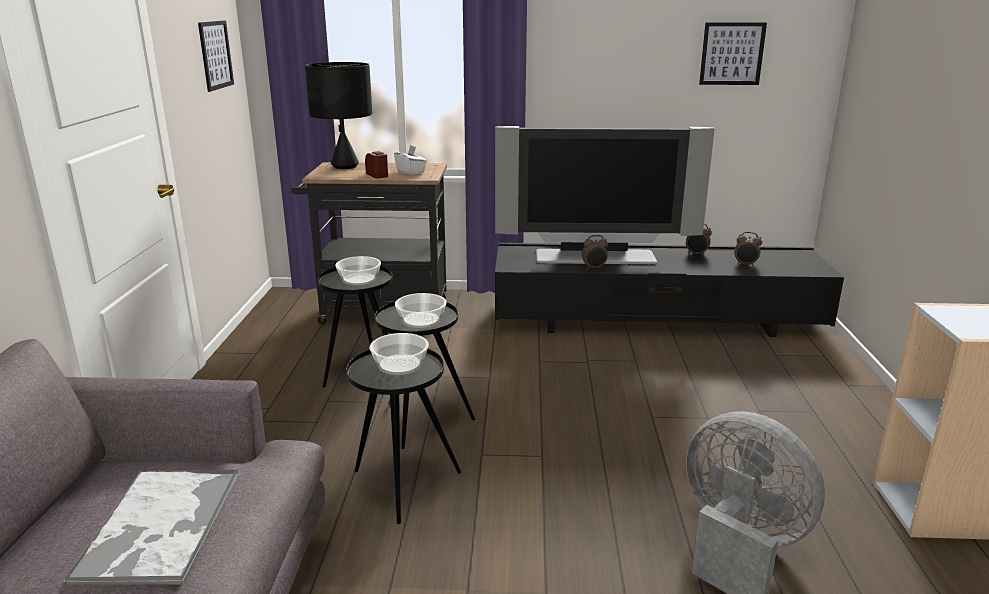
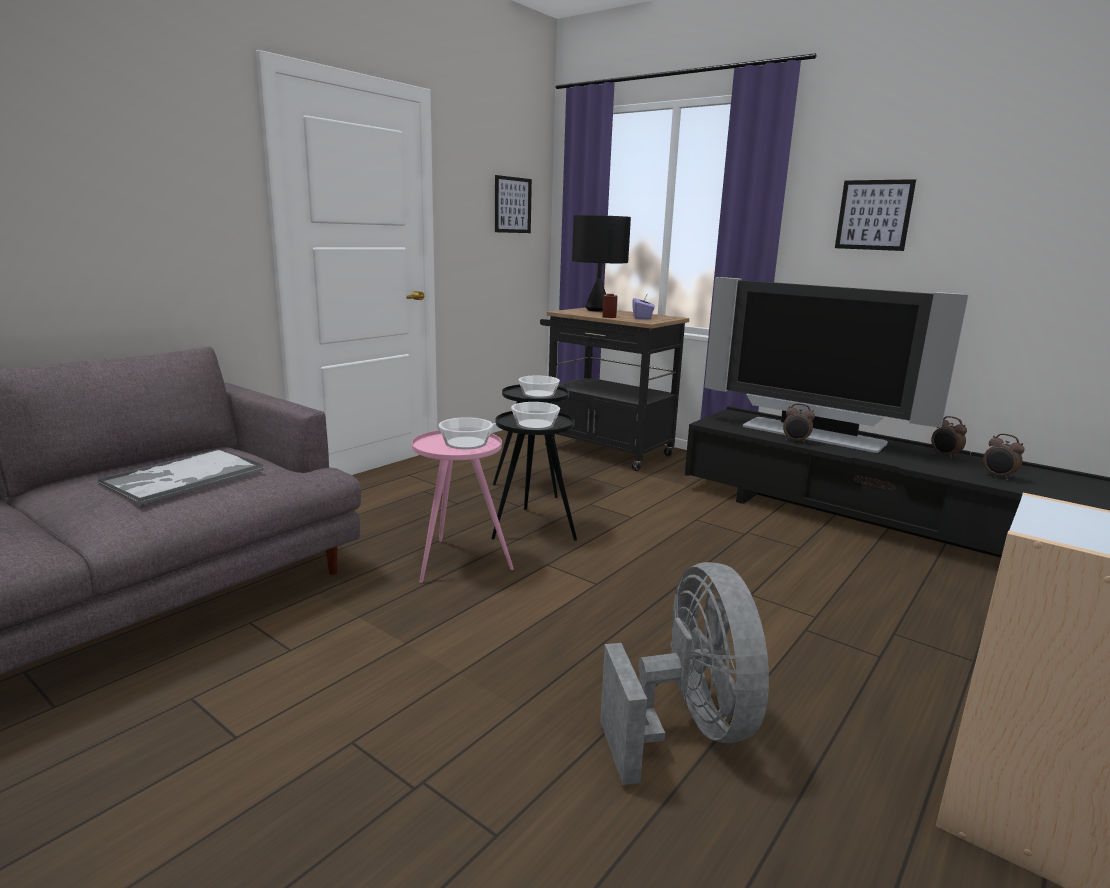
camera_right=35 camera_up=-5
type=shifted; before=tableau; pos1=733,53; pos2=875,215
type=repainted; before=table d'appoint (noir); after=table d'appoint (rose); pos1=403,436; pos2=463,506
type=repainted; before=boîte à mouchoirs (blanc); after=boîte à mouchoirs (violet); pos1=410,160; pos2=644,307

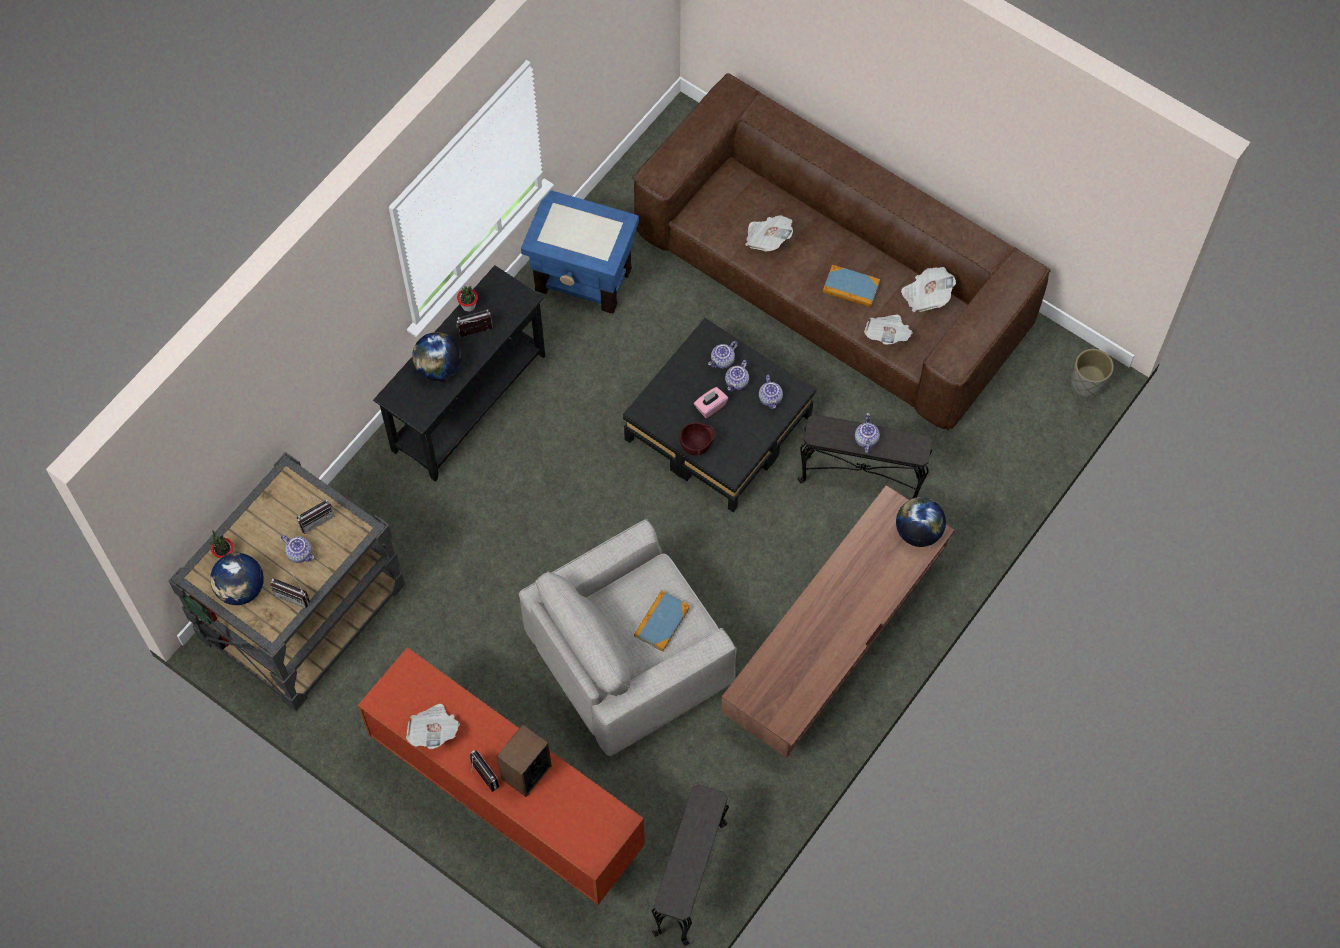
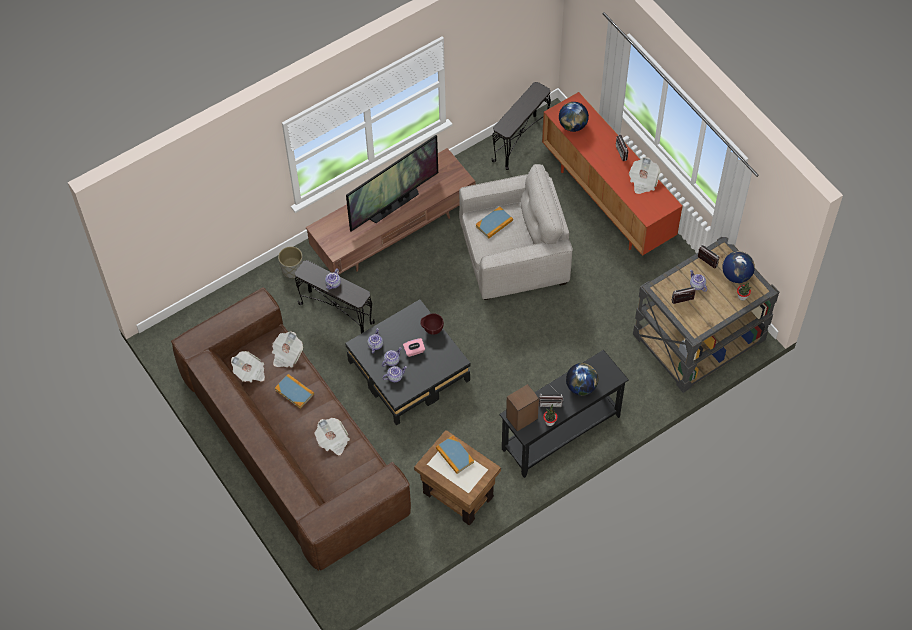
camera_right=-160 camera_up=-5
type=new; after=téléviseur; pos2=392,183
type=new; after=livre; pos2=455,454
type=shifted; before=enceinte; pos1=524,761; pos2=522,407
type=shifted; before=globe; pos1=921,522; pos2=574,117
type=shifted; before=cache-pot (gris); pos1=1093,373; pos2=290,262
type=repainted; before=table d'appoint (bleu); after=table d'appoint (marron); pos1=580,252; pos2=457,478

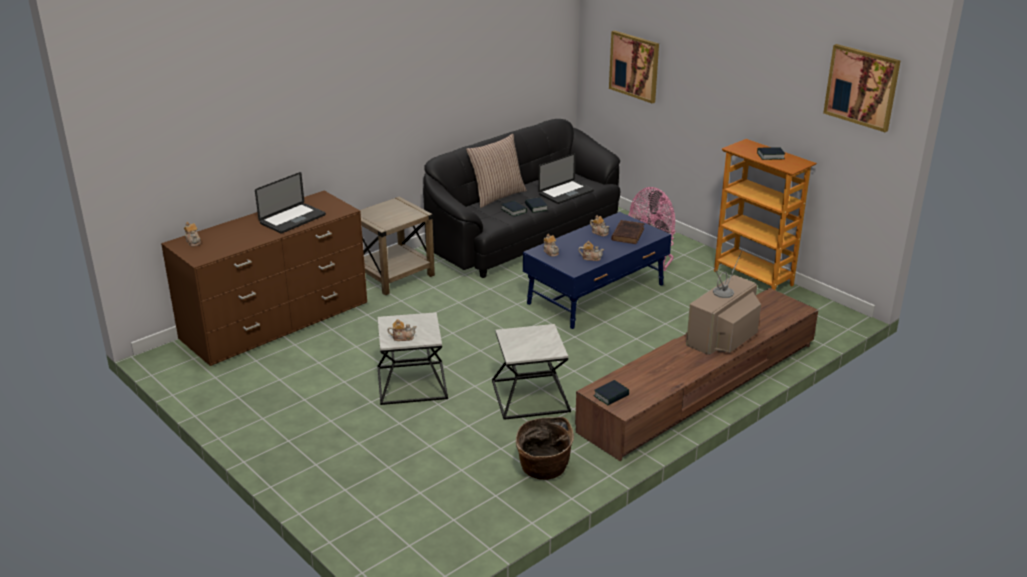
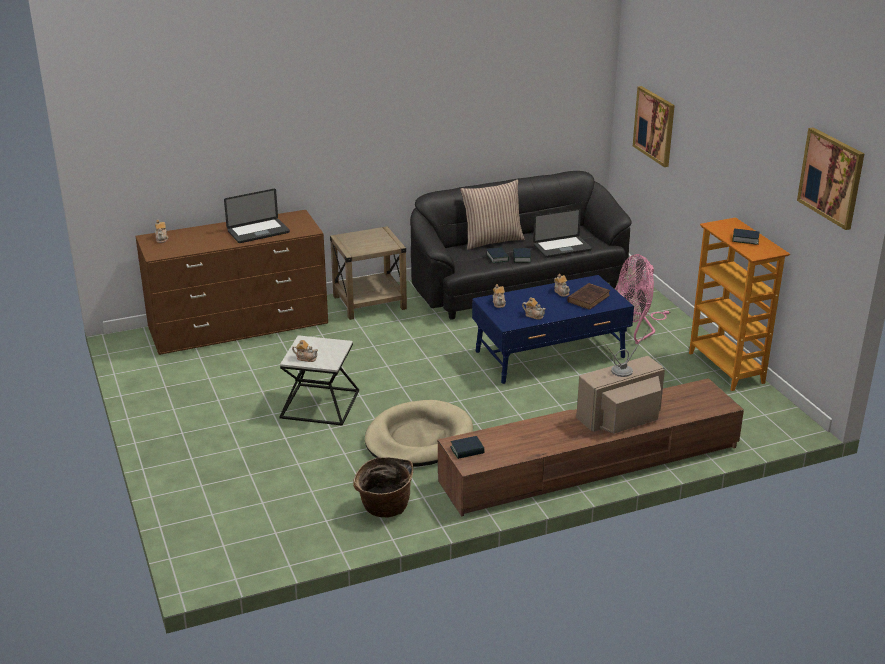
camera_right=20 camera_up=0
type=swapped; before=table d'appoint; after=panier pour chien (beige); pos1=531,372; pos2=419,433

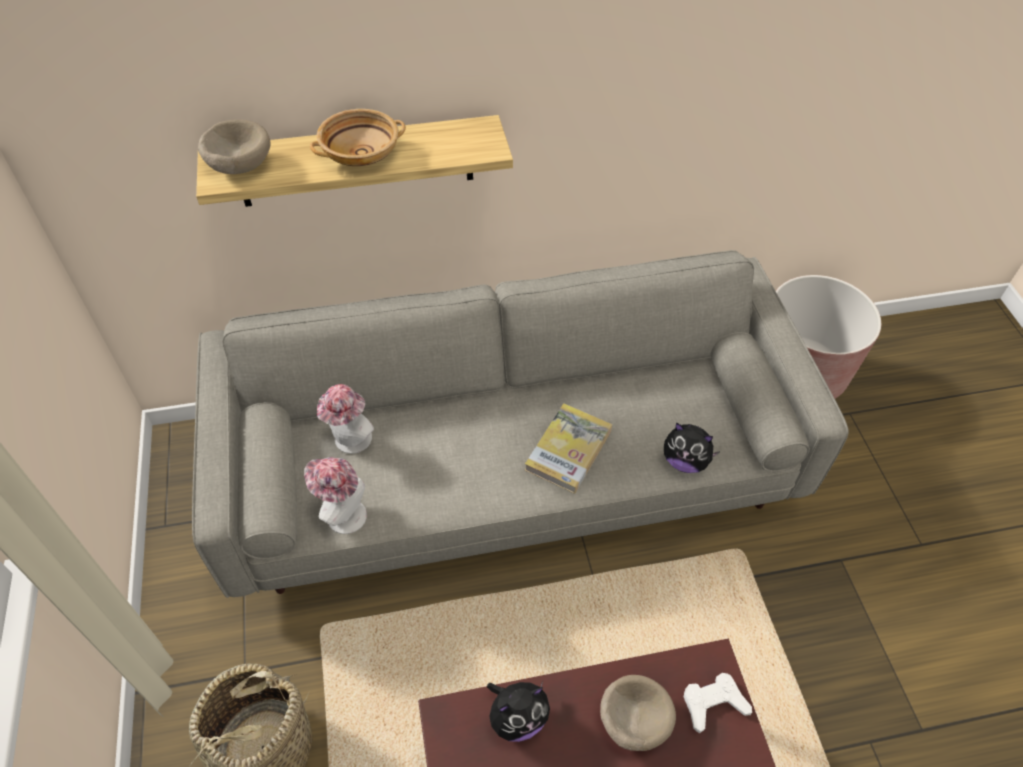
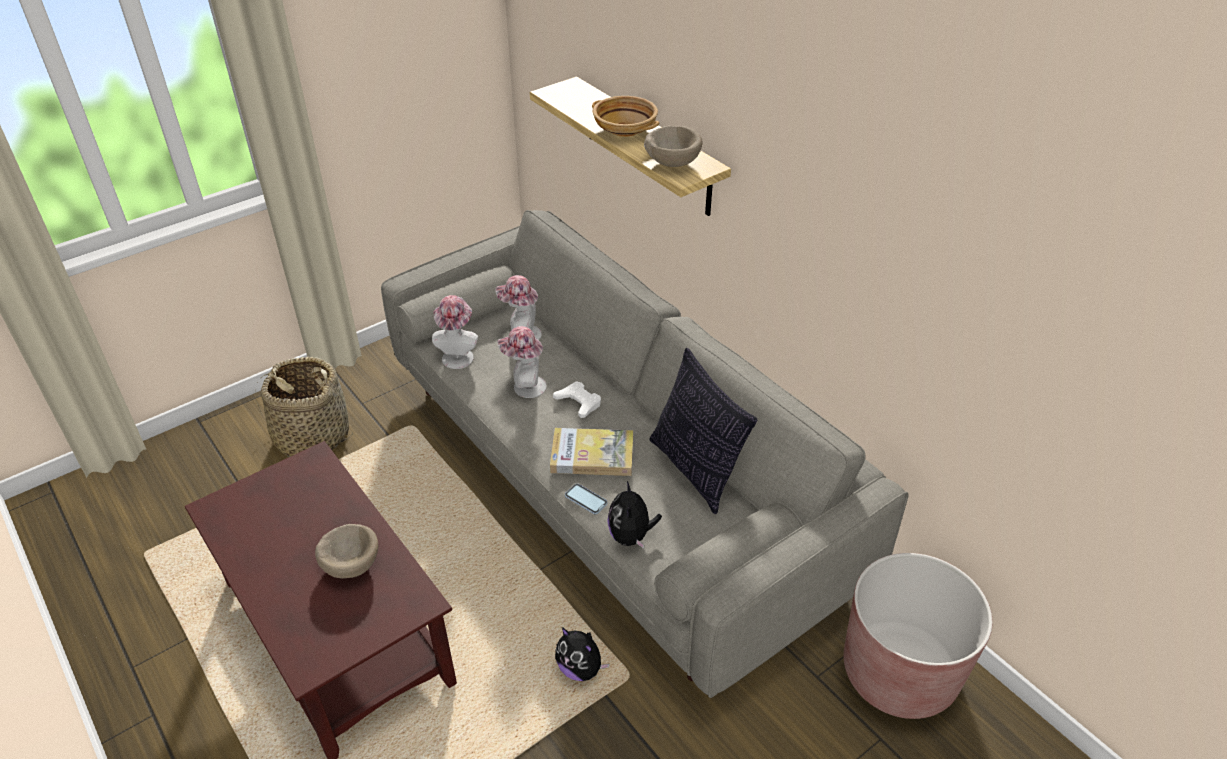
camera_right=65 camera_up=-10
type=new; after=chapeau; pos2=522,362
type=new; after=téléphone; pos2=586,499
type=new; after=coussin; pos2=703,431
type=shifted; before=bol (beige); pos1=234,146; pos2=673,146
type=shifted; before=peluche; pos1=518,712; pos2=582,654
type=shifted; before=manette (blanc); pos1=718,703; pos2=577,399

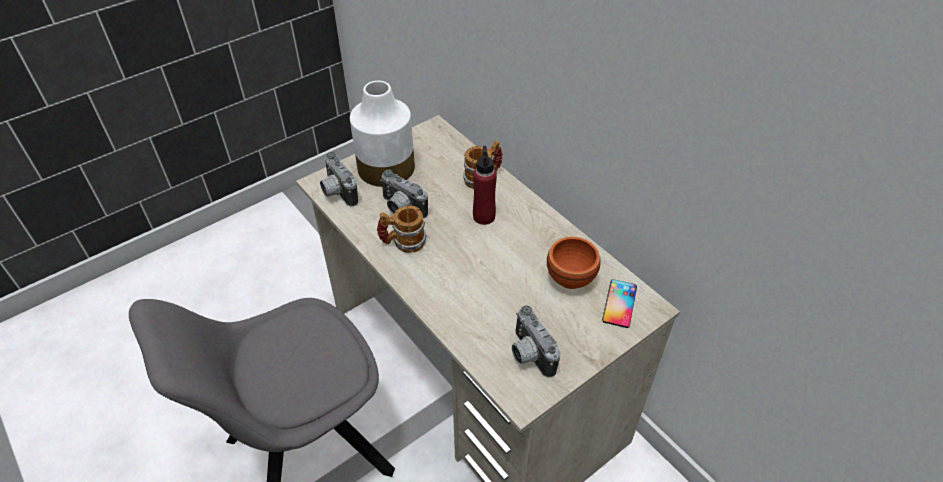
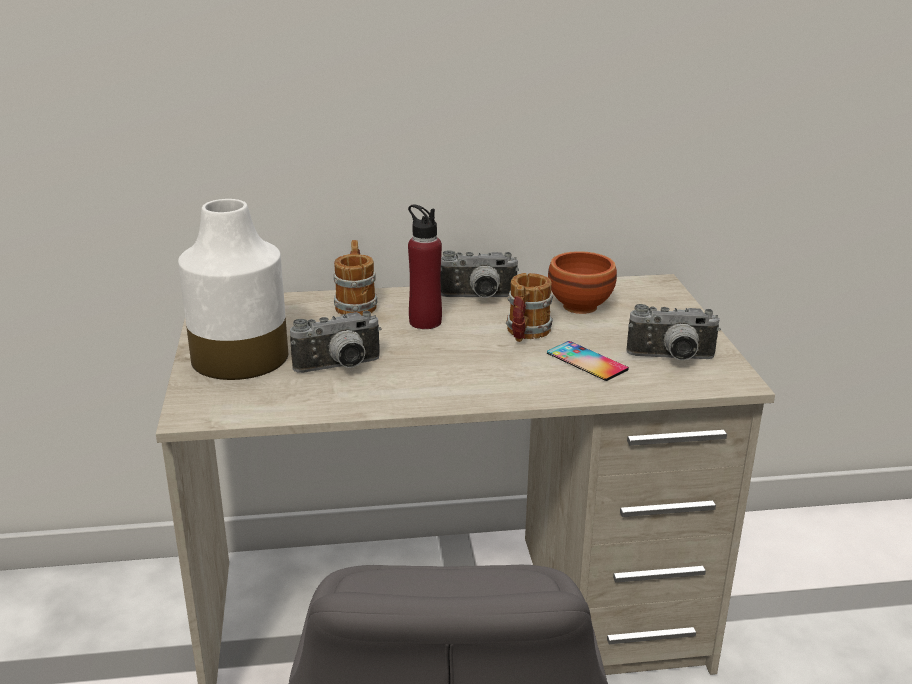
camera_right=-60 camera_up=-20
type=shifted; before=appareil photo; pos1=339,179; pos2=480,274
type=shifted; before=mug; pos1=402,229; pos2=529,307
type=shifted; before=téléphone; pos1=619,303; pos2=588,361

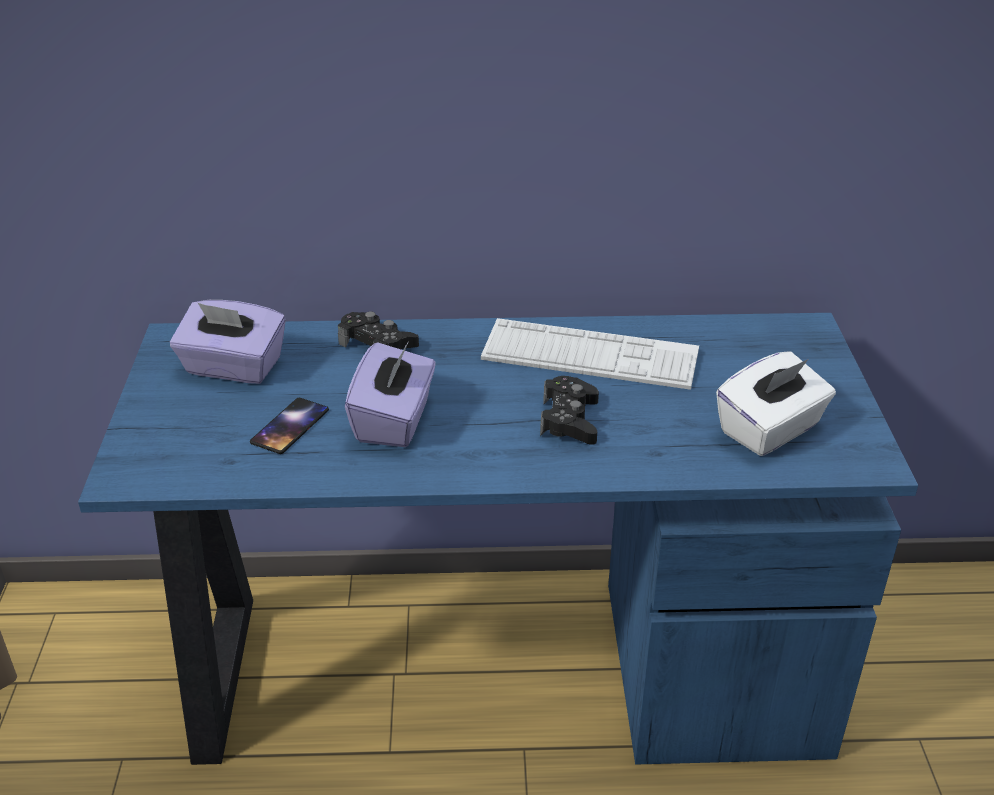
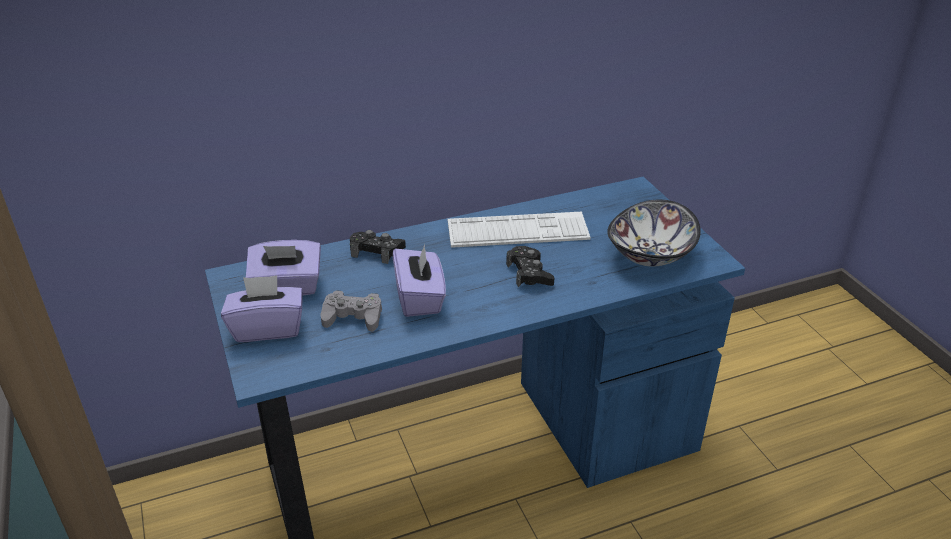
camera_right=-20 camera_up=0
type=new; after=boîte à mouchoirs (violet); pos2=262,308
type=swapped; before=téléphone; after=manette (gris); pos1=289,426; pos2=351,311
type=swapped; before=boîte à mouchoirs (blanc); after=bol; pos1=776,403; pos2=654,233

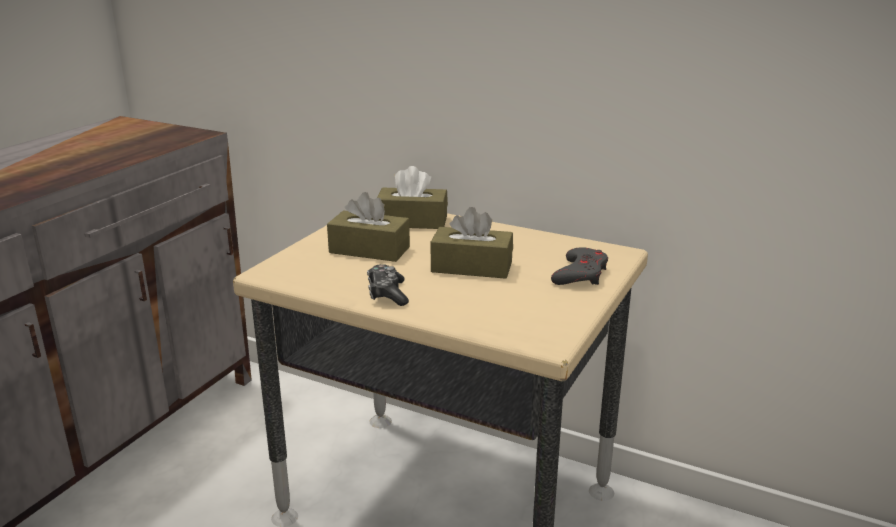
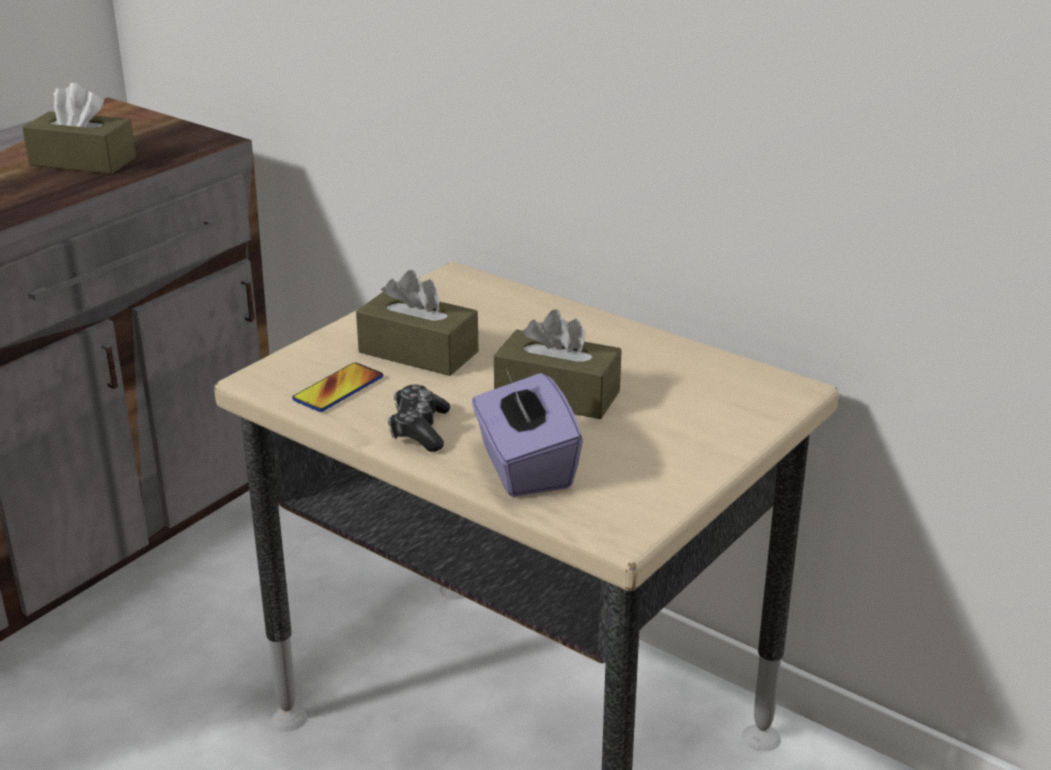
camera_right=10 camera_up=5
type=gone; before=manette (gris); pos1=579,266
type=new; after=téléphone; pos2=337,387
type=new; after=boîte à mouchoirs (violet); pos2=527,432
type=shifted; before=boîte à mouchoirs (marron); pos1=412,197; pos2=79,128

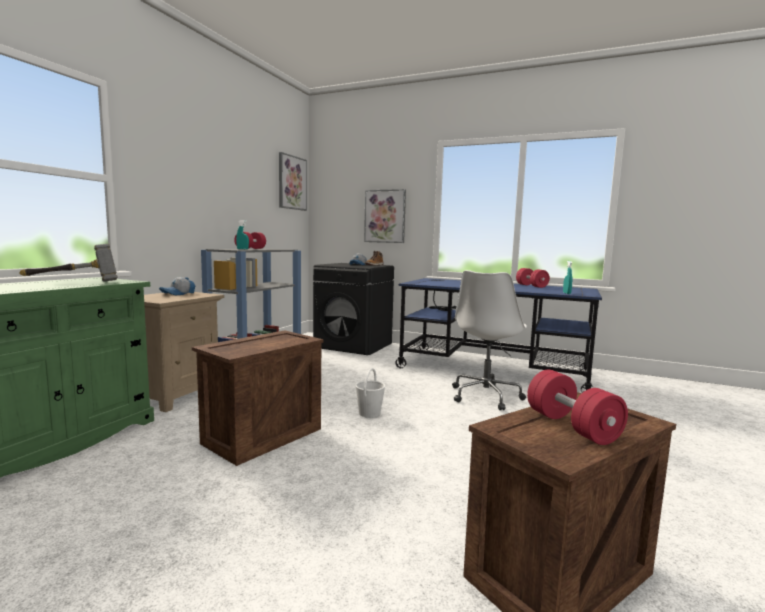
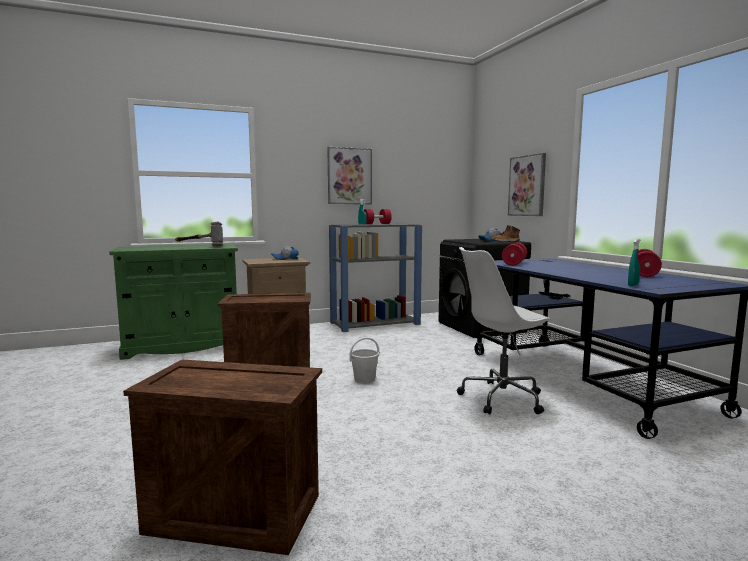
camera_right=45 camera_up=0
type=shifted; before=tableau; pos1=293,181; pos2=349,175
type=shifted; before=haltère (rouge); pos1=577,407; pos2=514,254

